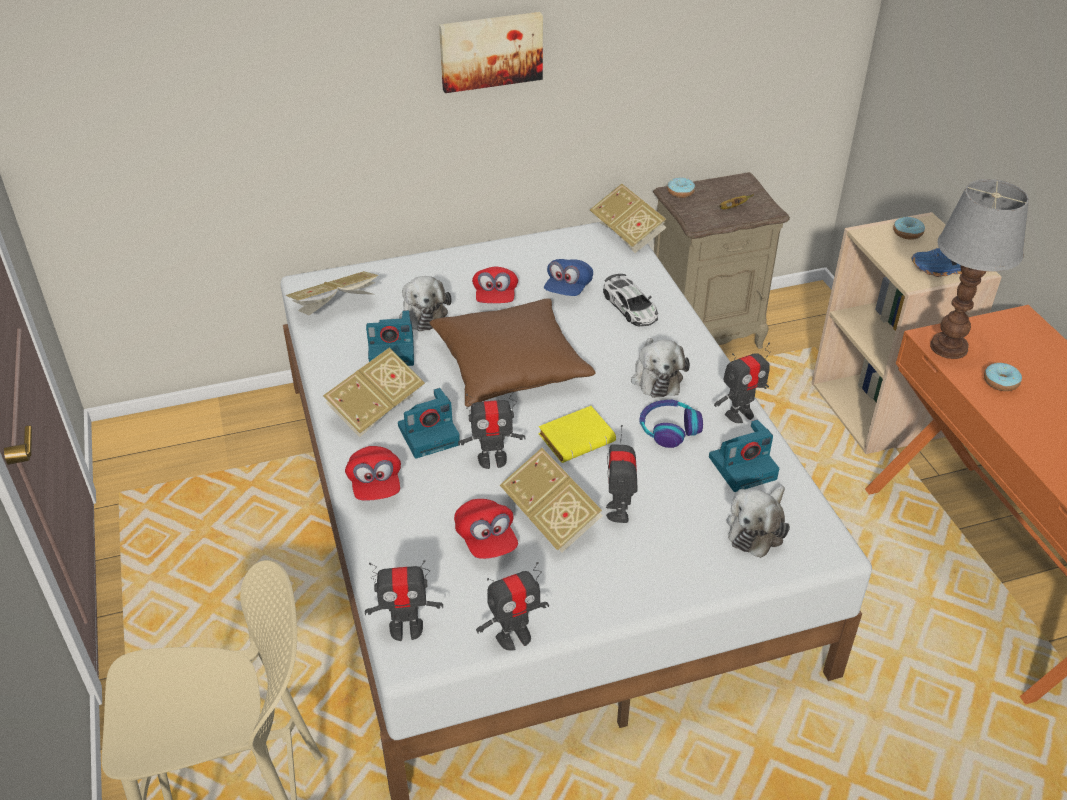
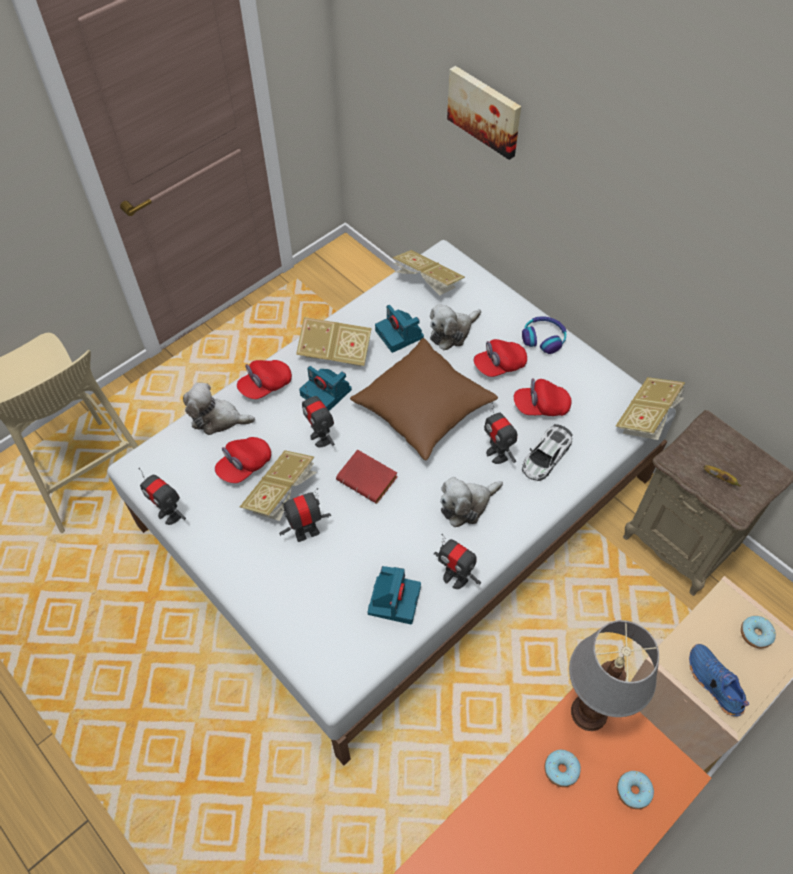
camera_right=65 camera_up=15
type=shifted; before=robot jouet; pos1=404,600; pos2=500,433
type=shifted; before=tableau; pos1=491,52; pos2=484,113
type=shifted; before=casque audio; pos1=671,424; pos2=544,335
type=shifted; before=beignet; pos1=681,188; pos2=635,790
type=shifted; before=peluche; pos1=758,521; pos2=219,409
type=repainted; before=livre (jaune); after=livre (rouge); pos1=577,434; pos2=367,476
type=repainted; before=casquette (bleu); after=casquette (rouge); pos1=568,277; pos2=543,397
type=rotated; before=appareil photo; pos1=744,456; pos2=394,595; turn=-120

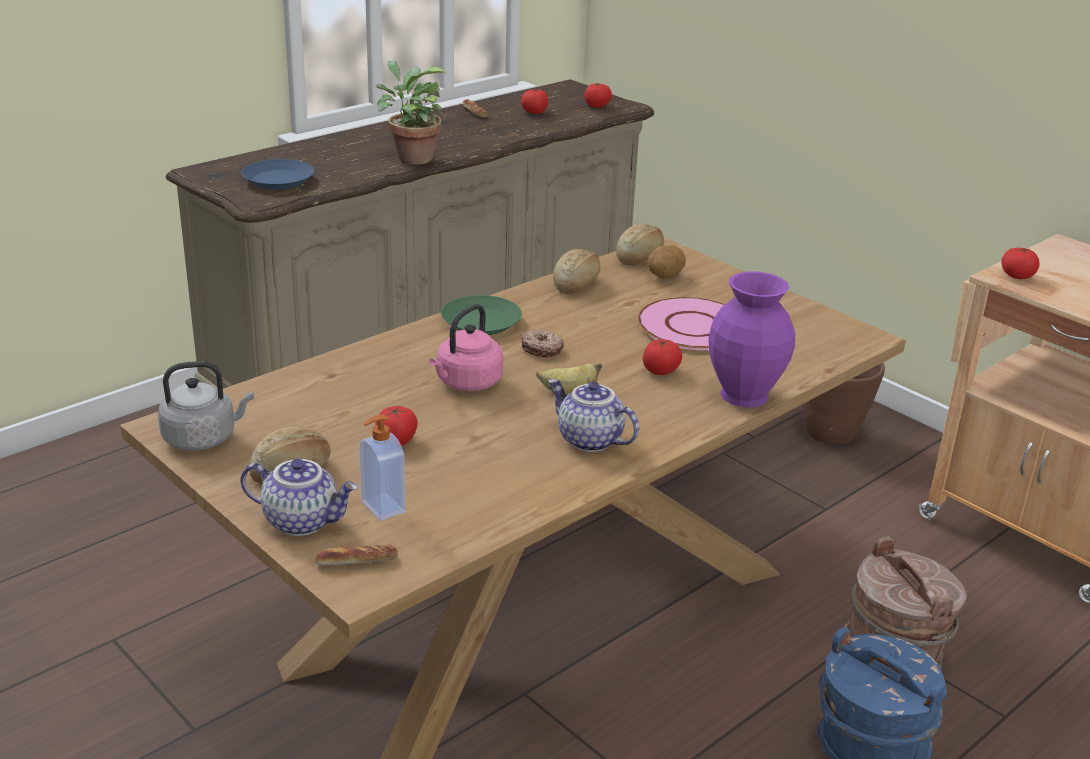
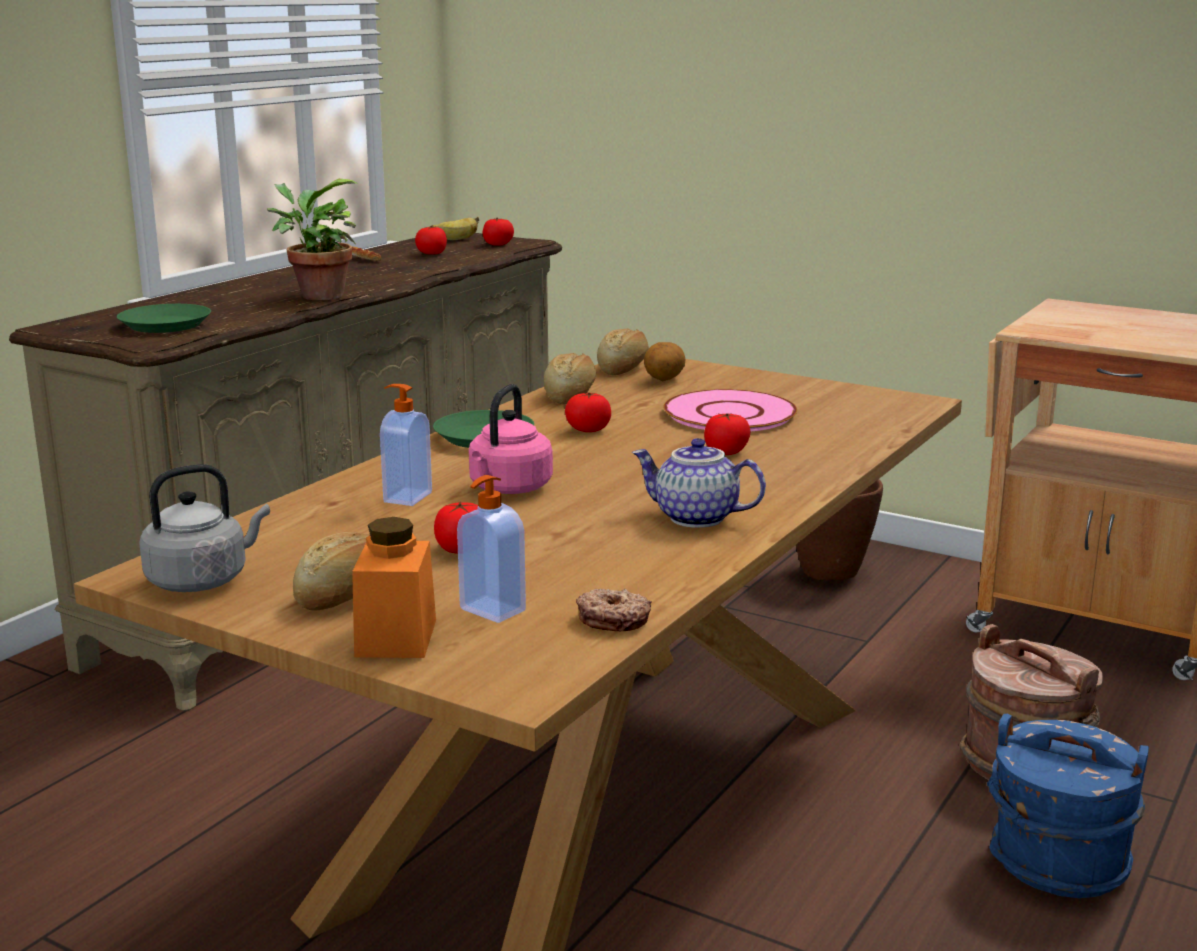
camera_right=-15 camera_up=-10
type=gone; before=pain; pos1=356,555
type=gone; before=vase (violet); pos1=751,339
type=new; after=distributeur de savon; pos2=406,445
type=shifted; before=beignet; pos1=542,343; pos2=614,610
type=shifted; before=banane; pos1=569,378; pos2=455,228
type=shifted; before=tomate; pos1=1020,263; pos2=588,412
type=swapped; before=théière; after=bocal (orange); pos1=299,497; pos2=394,587
type=repainted; before=assiette (bleu); after=assiette (vert); pos1=277,174; pos2=164,318

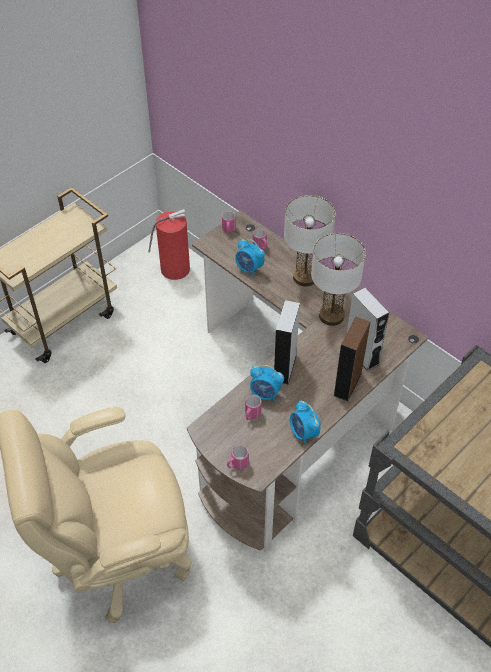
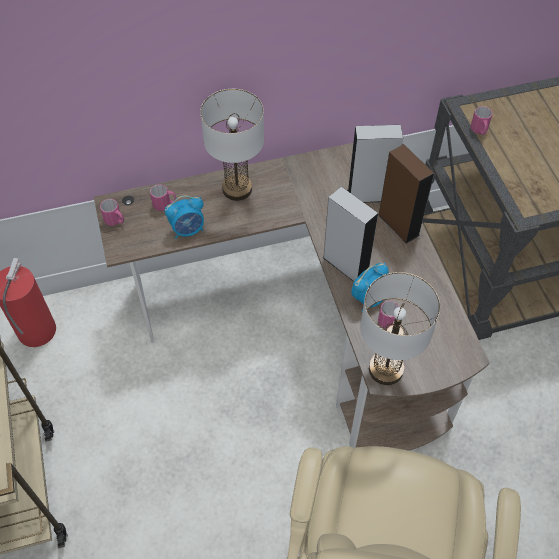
camera_right=-60 camera_up=5
type=gone; before=réveil; pos1=305,422
type=shifted; before=mug (rose); pos1=238,457; pos2=482,120
type=shifted; before=lampe de table; pos1=338,279; pos2=400,328

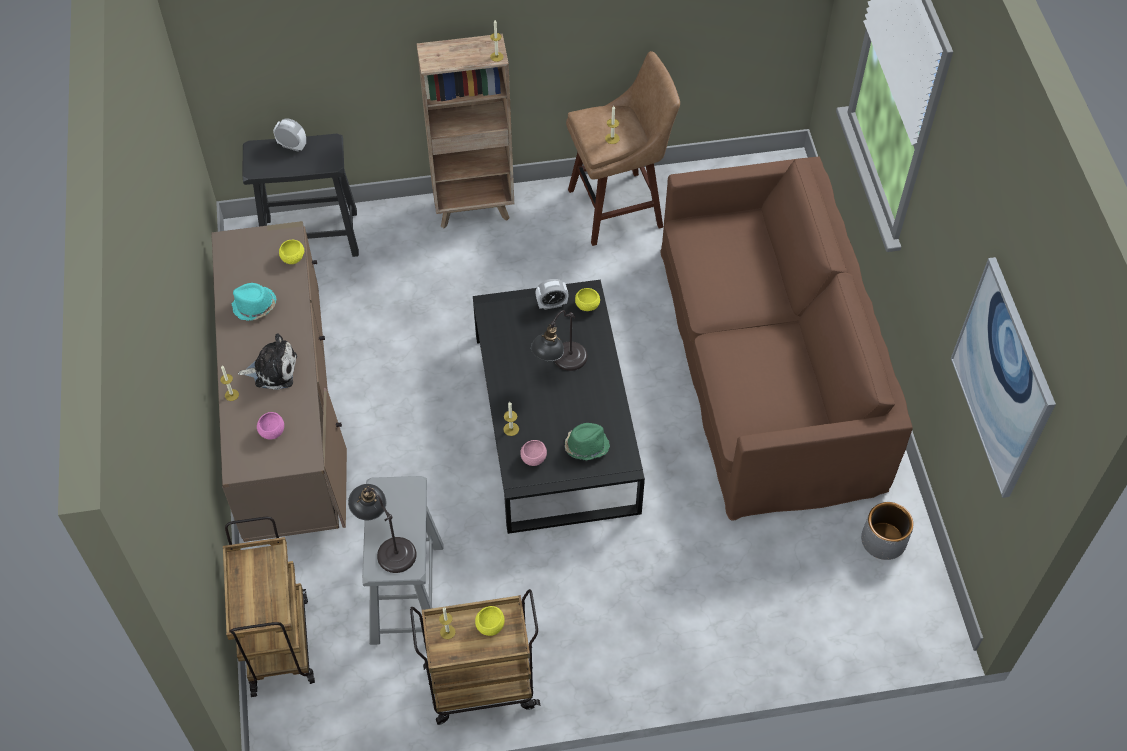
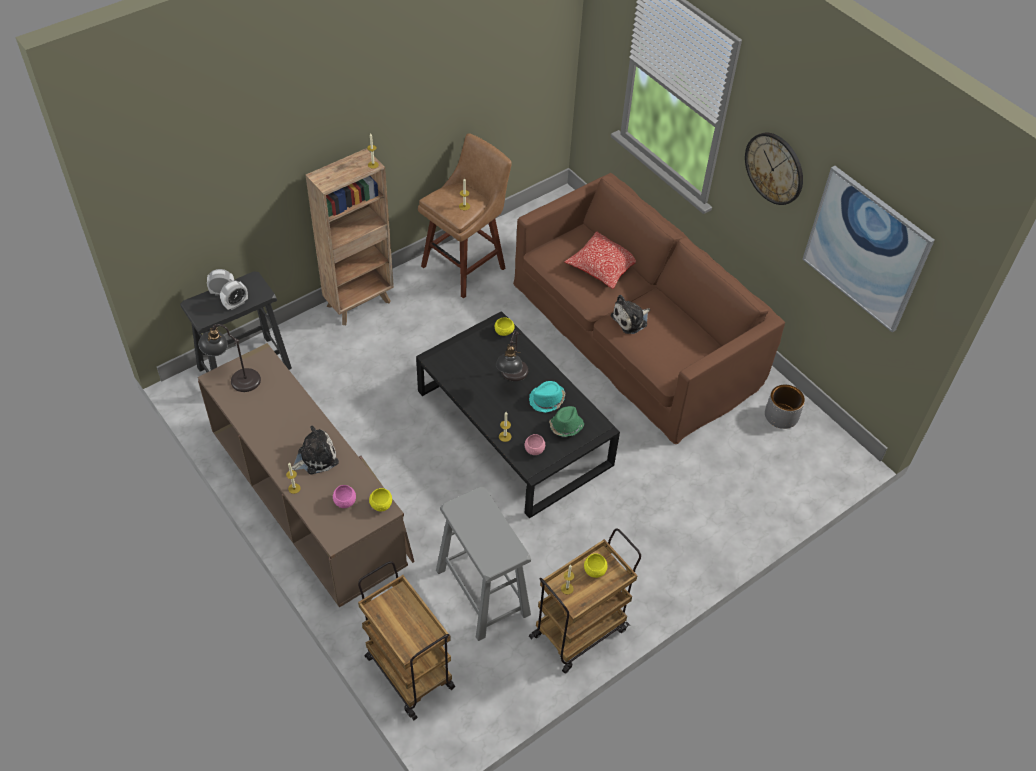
camera_right=-30 camera_up=-5
type=new; after=coussin; pos2=600,260
type=new; after=peluche; pos2=630,314
type=new; after=horloge murale; pos2=774,168
type=shifted; before=chapeau (turquoise); pos1=253,302; pos2=547,397
type=shifted; before=bol (jaune); pos1=291,252; pos2=380,500
type=shifted; before=lampe de table (gris); pos1=382,528; pos2=229,358
type=shifted; before=réveil; pos1=552,294; pos2=234,295

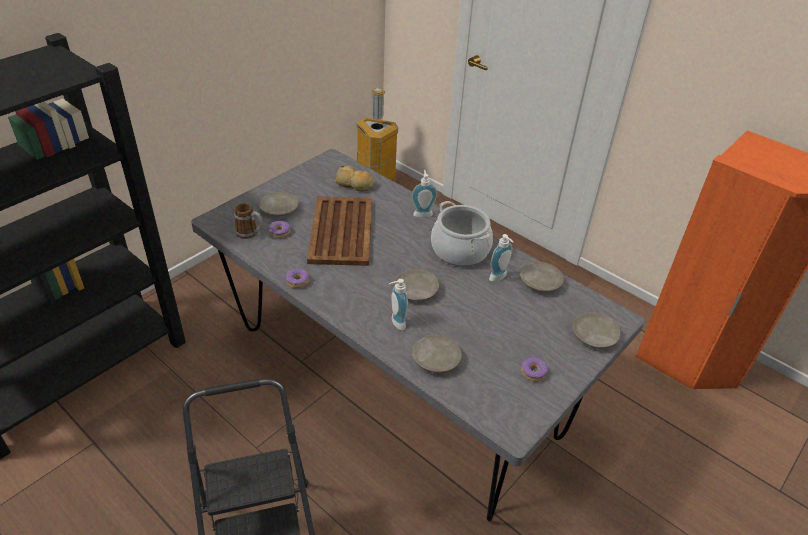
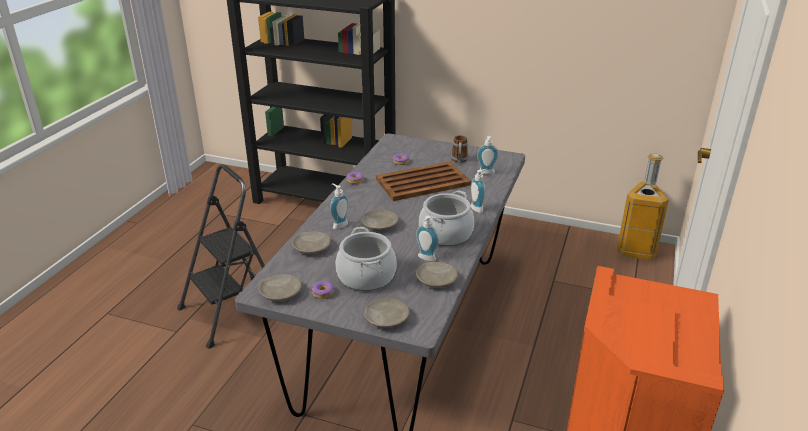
camera_right=70 camera_up=-10
type=new; after=marmite; pos2=366,259
type=shifted; before=mug; pos1=248,221; pos2=459,149
type=shifted; before=assiette (beige); pos1=279,204; pos2=280,287
type=swapped; before=pain; after=distributeur de savon; pos1=354,179; pos2=487,155

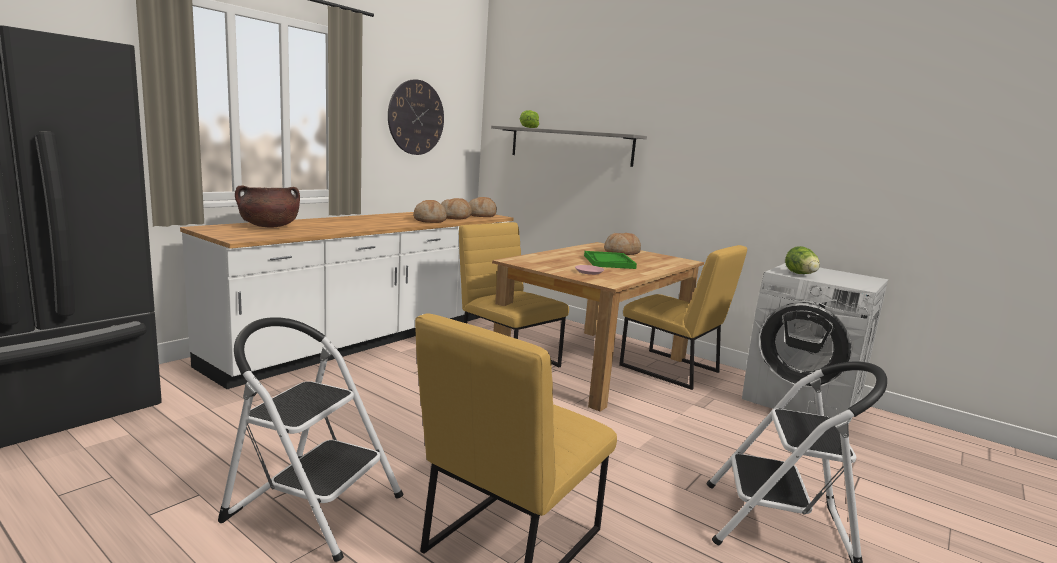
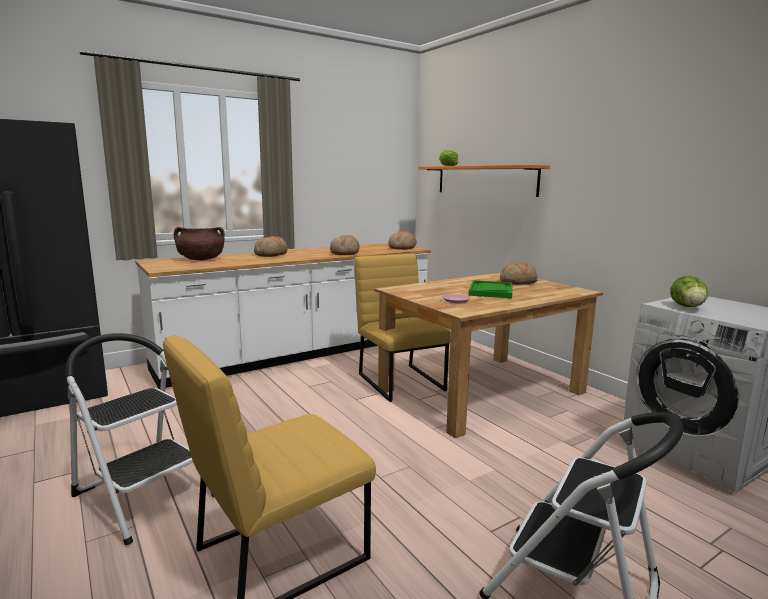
camera_right=20 camera_up=0
type=gone; before=horloge murale; pos1=416,117
type=gone; before=chaise (jaune); pos1=683,317
type=shifted; before=pain; pos1=456,208; pos2=271,246
type=repainted; before=étagère (gris); after=étagère (orange); pos1=569,146; pos2=484,181

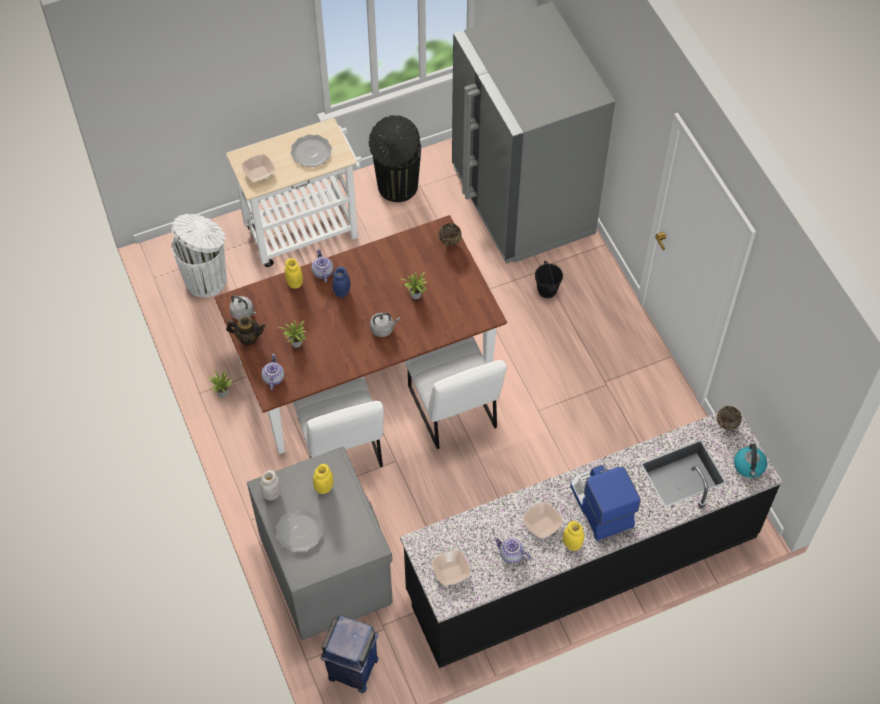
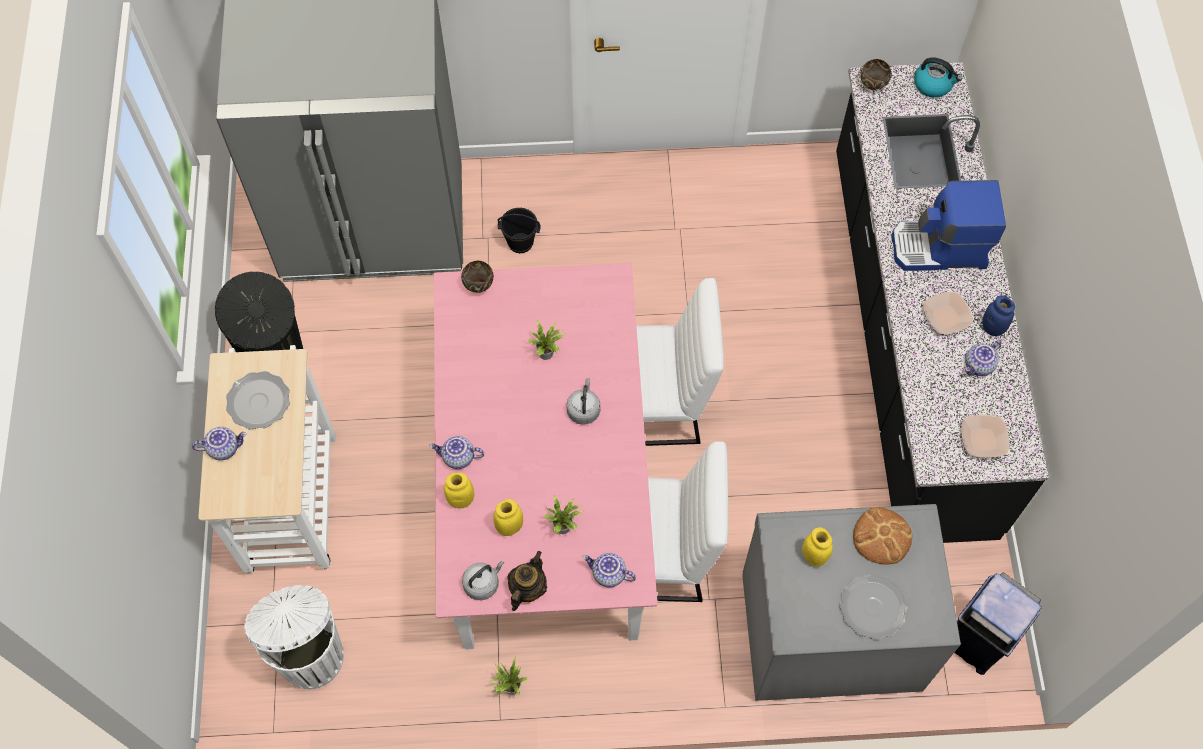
camera_right=-70 camera_up=5
type=gone; before=bol; pos1=258,167
type=gone; before=bocal (blanc); pos1=270,485
type=new; after=théière; pos2=219,444
type=new; after=pain; pos2=882,536
type=shifted; before=bocal (bleu); pos1=341,282; pos2=998,316
type=shifted; before=bocal (jaune); pos1=574,536; pos2=508,517
type=repainted; before=table à manger (marron); after=table à manger (rose); pos1=361,334; pos2=545,456

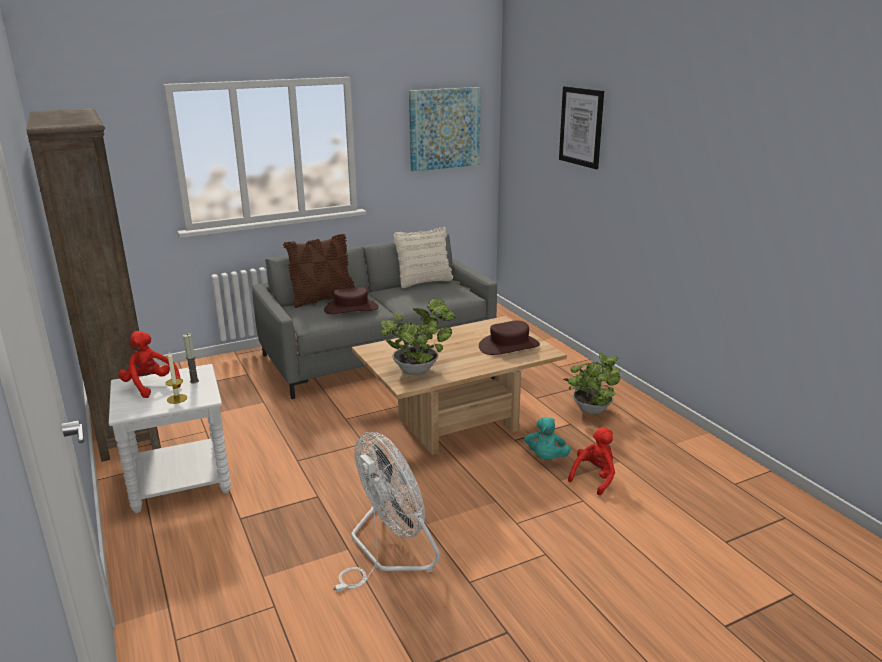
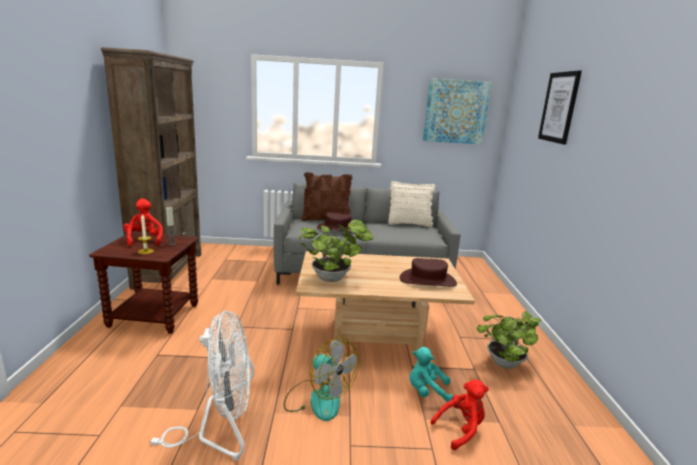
camera_right=25 camera_up=-5
type=new; after=ventilateur; pos2=321,379
type=repainted; before=table d'appoint (blanc); after=table d'appoint (marron); pos1=170,438; pos2=143,283
type=rotated; before=peluche (turquoise); pos1=547,438; pos2=432,374; turn=60

